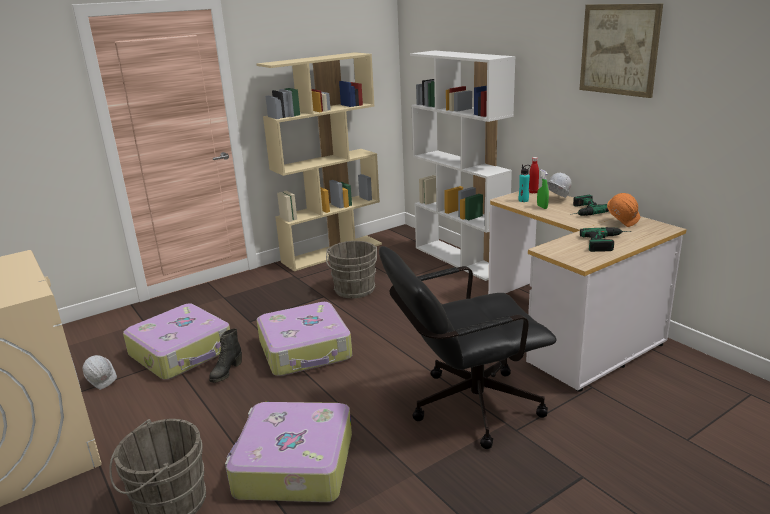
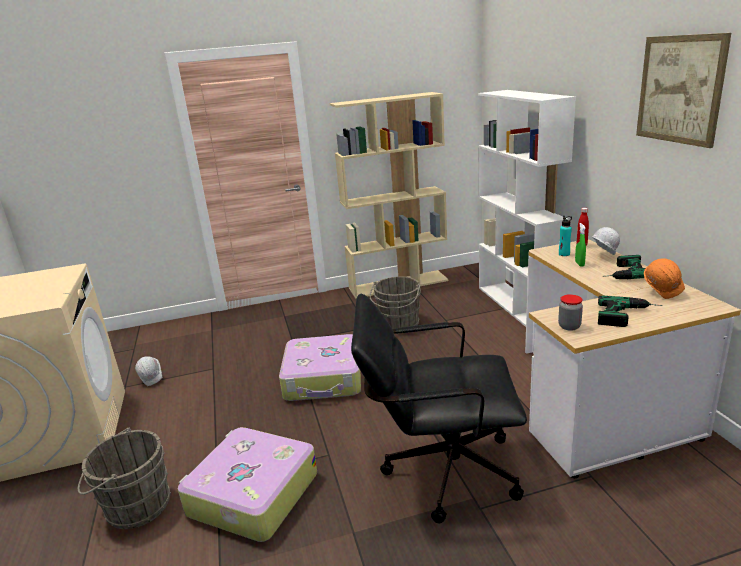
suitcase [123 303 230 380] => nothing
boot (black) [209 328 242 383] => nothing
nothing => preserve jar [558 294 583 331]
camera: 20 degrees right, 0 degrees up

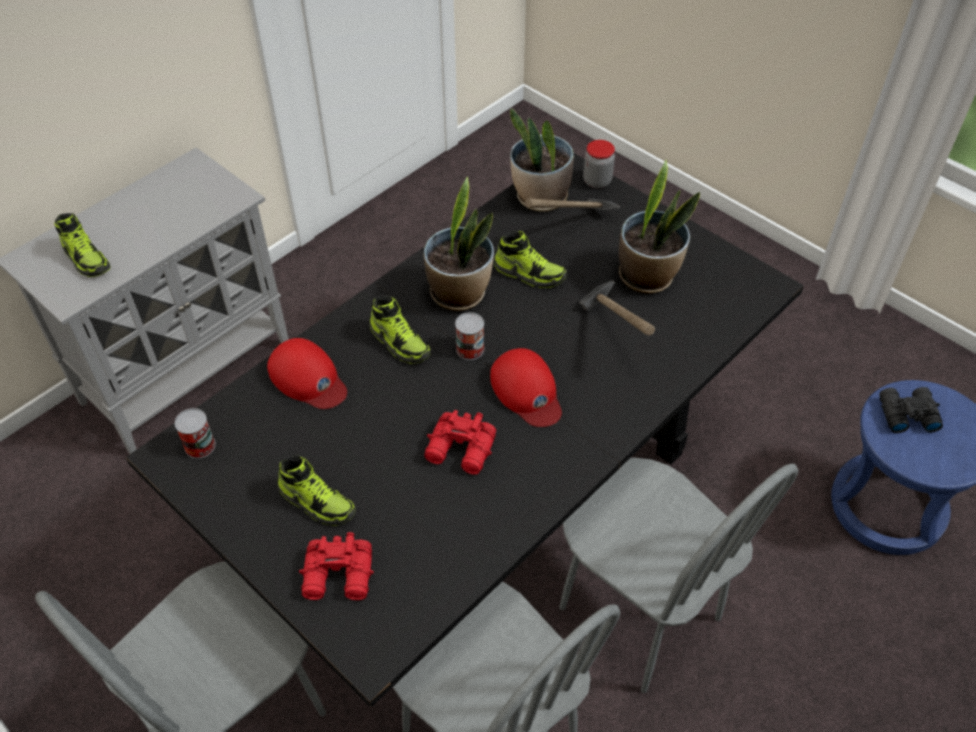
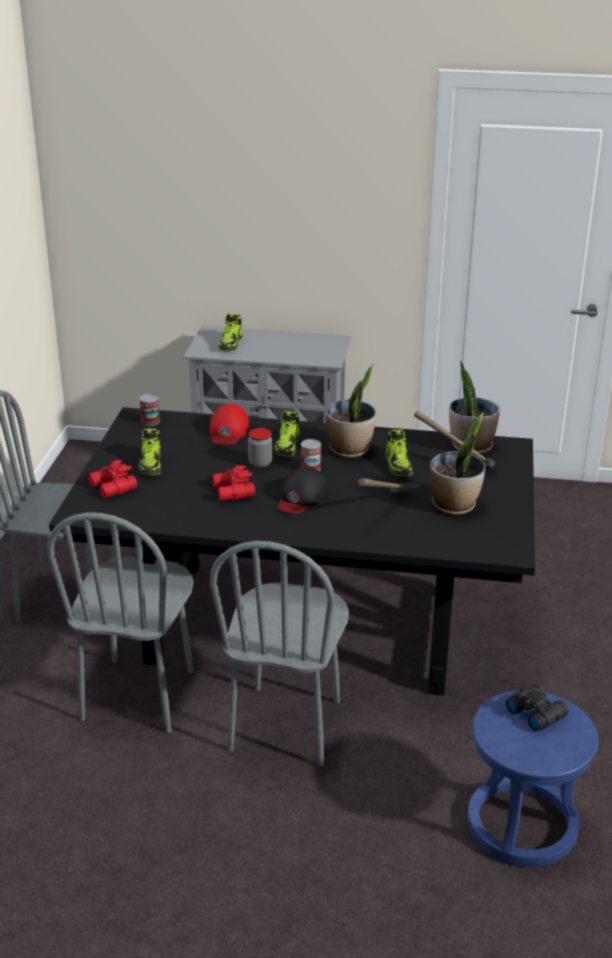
preserve jar [583 140 615 189] => preserve jar [248 428 273 468], moved
baseball cap (red) [490 348 562 427] => baseball cap (black) [277 467 328 513]
camera: 55 degrees right, 20 degrees down

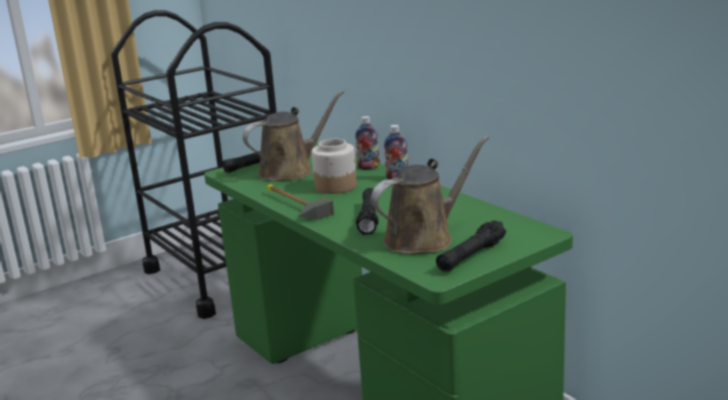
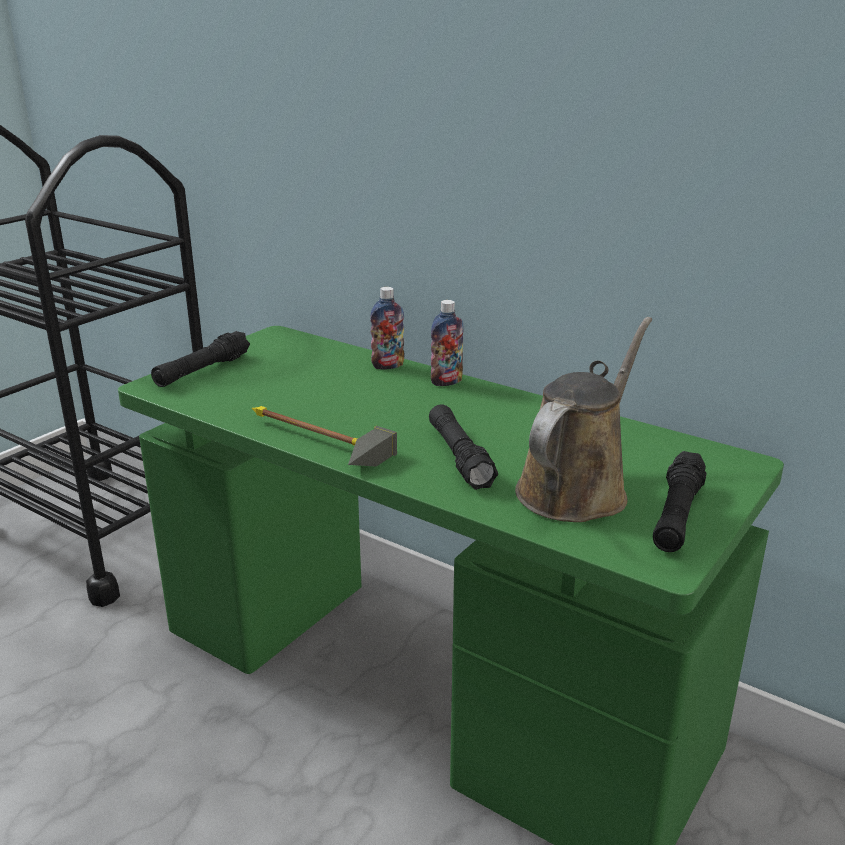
watering can (brown) [243 90 344 181] => nothing
preserve jar [312 139 357 194] => nothing
camera: 20 degrees left, 5 degrees up

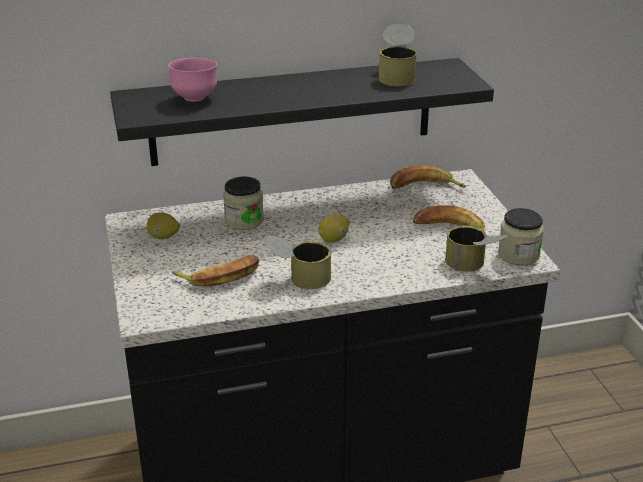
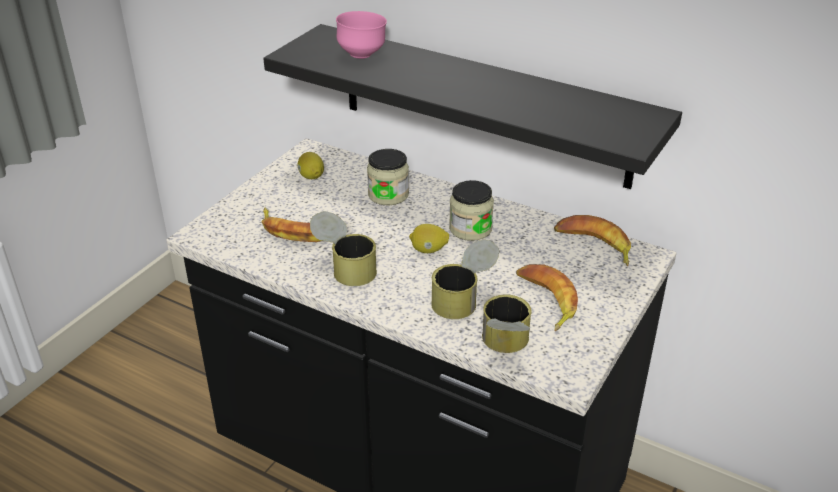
can [379 23 417 86] => can [431 240 499 319], moved
preserve jar [498 208 544 266] => preserve jar [449 180 494 241], moved
camera: 45 degrees right, 5 degrees up

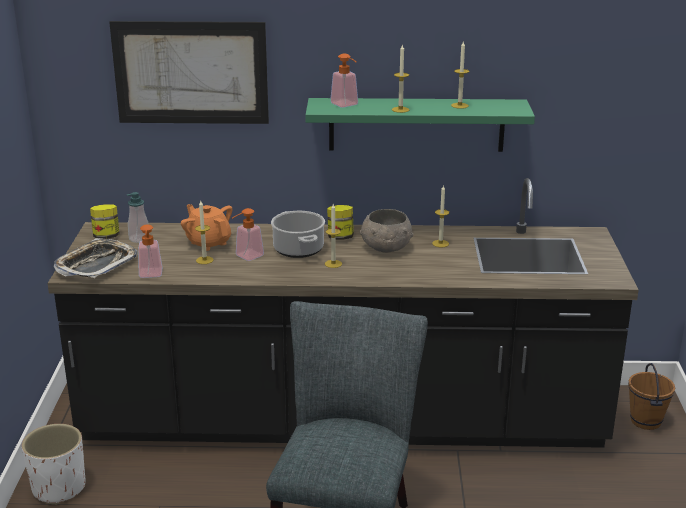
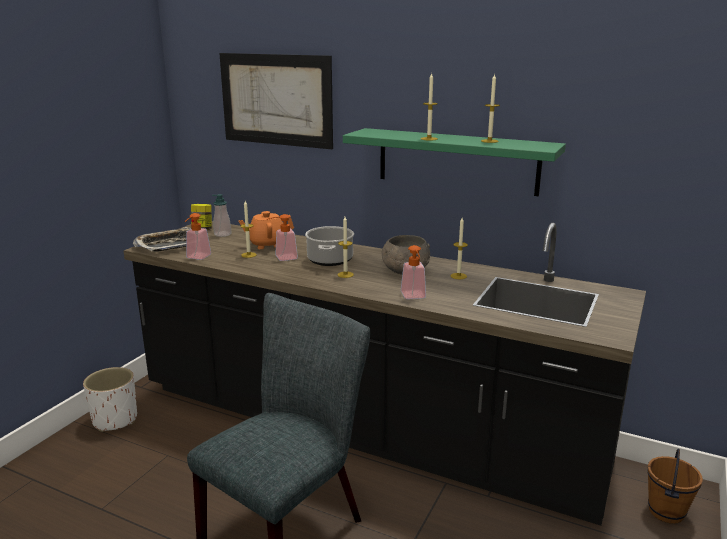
soap bottle [330 53 358 108] => soap bottle [401 245 426 299], moved
tea pot (orange) [181 204 232 251] => tea pot (orange) [238 211 294 249], 90 degrees counterclockwise
preserve jar [327 205 354 240] => nothing
camera: 25 degrees right, 5 degrees down

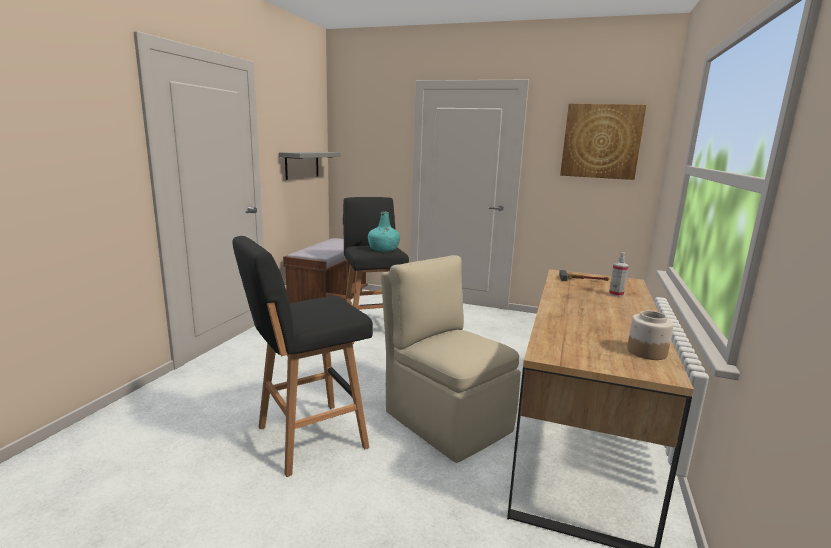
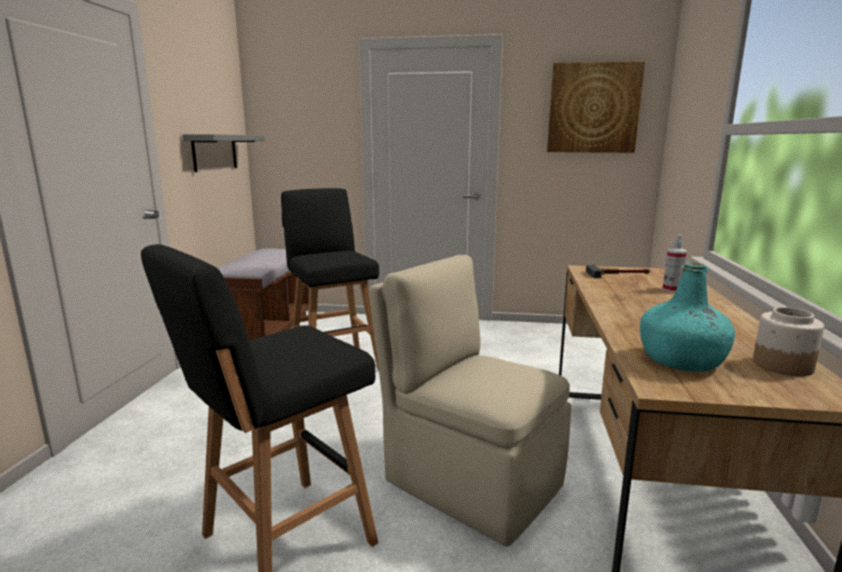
drink bottle (turquoise) [368 212 400 252] => drink bottle (turquoise) [640 262 735 372], moved
camera: 10 degrees left, 0 degrees up

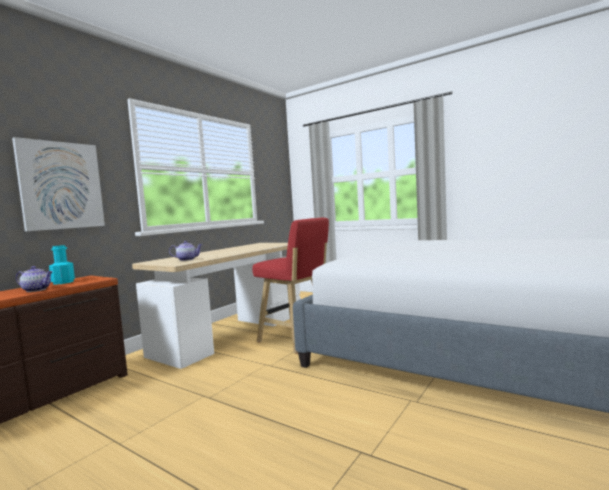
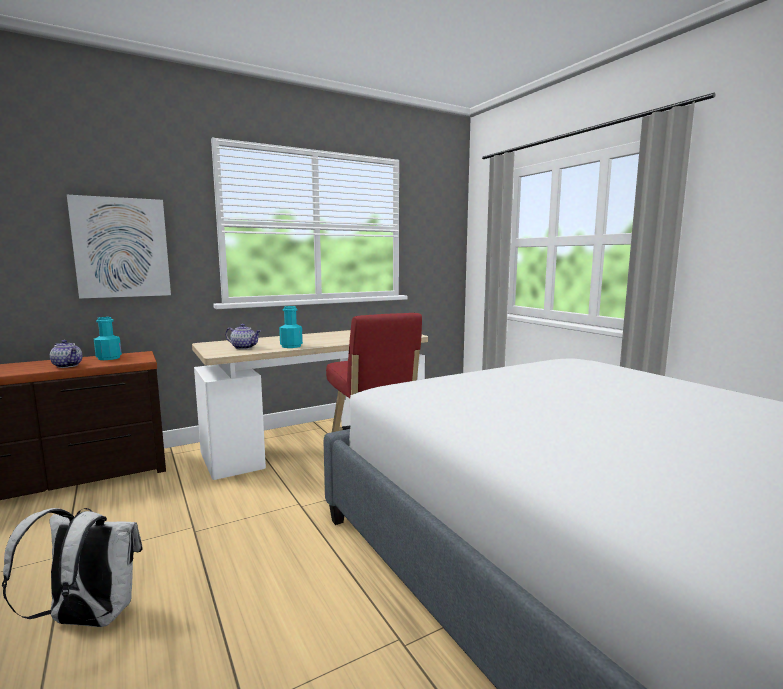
nothing => drink bottle (turquoise) [279 306 303 348]
nothing => knapsack (white-coloured) [2 508 143 627]
camera: 25 degrees right, 5 degrees up

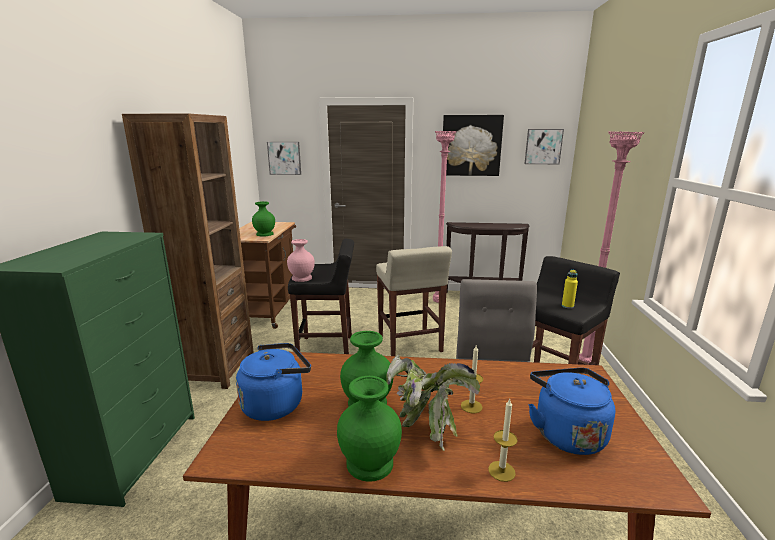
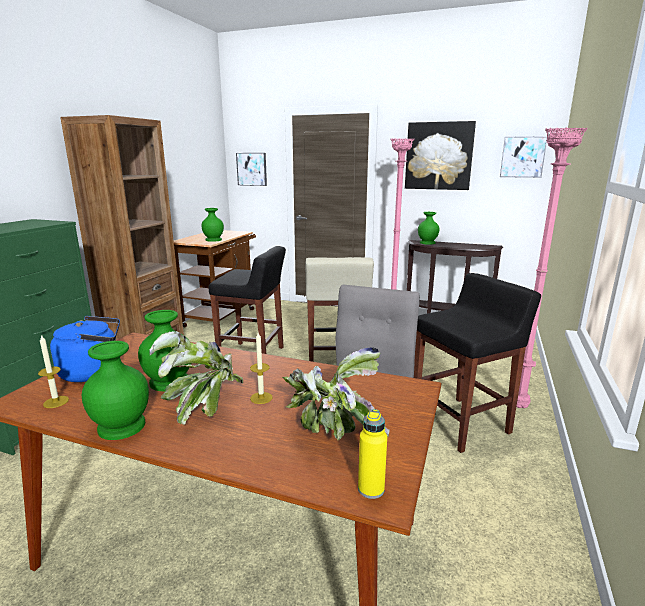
decorative vase (pinkish) [287 239 315 282] => nothing
drink bottle (yellow-coloured) [562 269 578 309] => drink bottle (yellow-coloured) [358 409 387 499], moved
water kettle (blue-coloured) [528 368 615 455] => potted plant [282 347 390 441]
wax light [488 399 518 482] => wax light [38 334 69 408], moved
nothing => decorative vase (greenish) [418 212 439 245]
camera: 15 degrees right, 0 degrees up

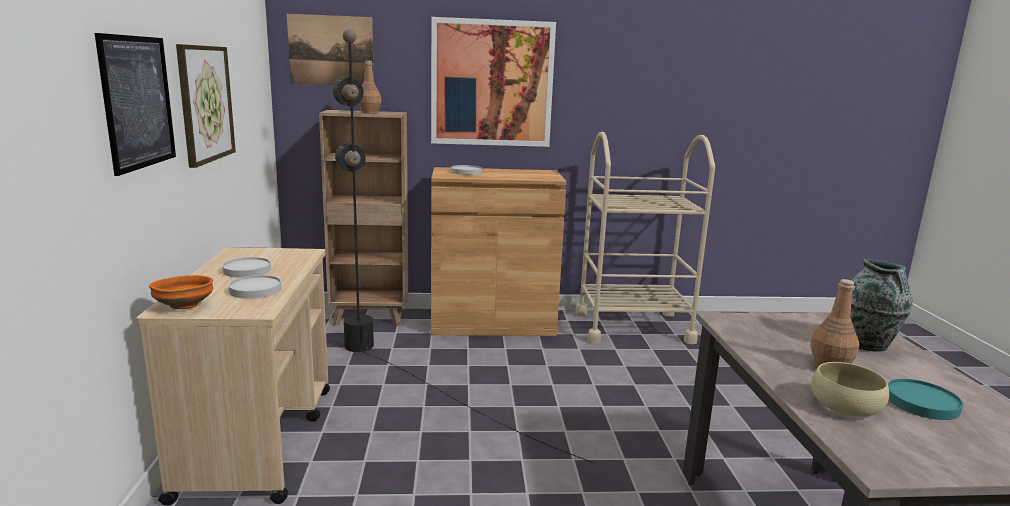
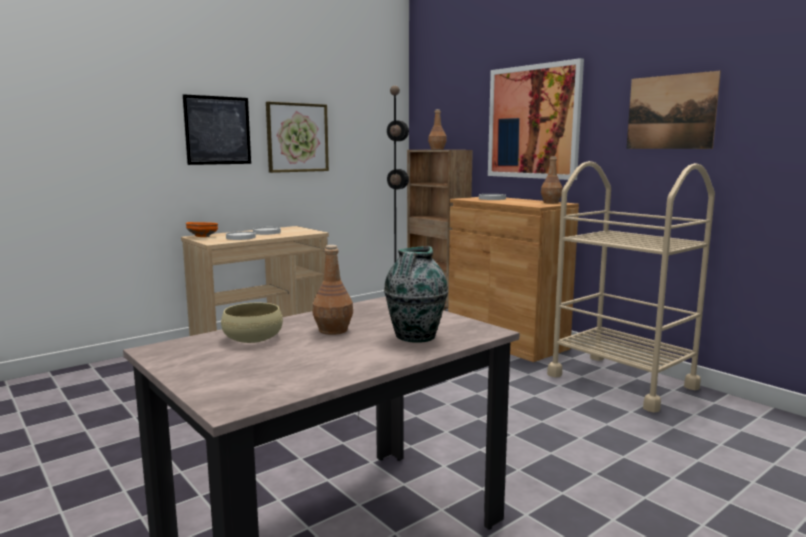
wall picture [287 14 374 85] => wall picture [627 71 721 149], moved
plate (turquoise) [888 379 963 420] => nothing
nothing => drink bottle (brown) [541 157 563 203]
camera: 55 degrees right, 5 degrees down

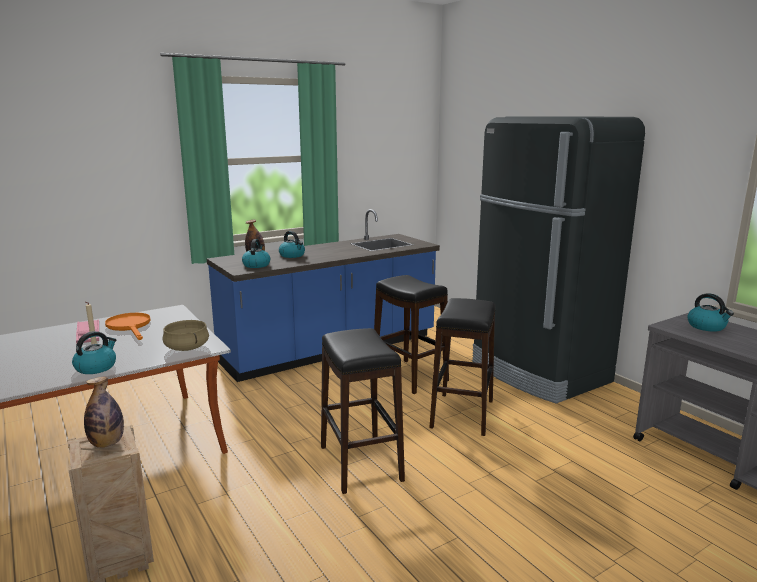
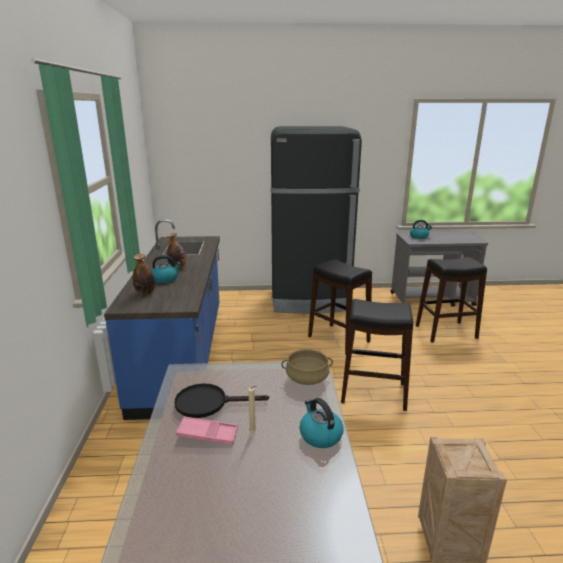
water kettle [242 239 270 268] => nothing
stool (black) [374 275 449 394] => stool (black) [416 257 487 342], moved
frying pan (orange) [105 313 151 340] => frying pan (black) [175 383 269 418]
drink bottle [84 377 124 448] => drink bottle [167 233 186 269], moved
camera: 60 degrees left, 5 degrees up

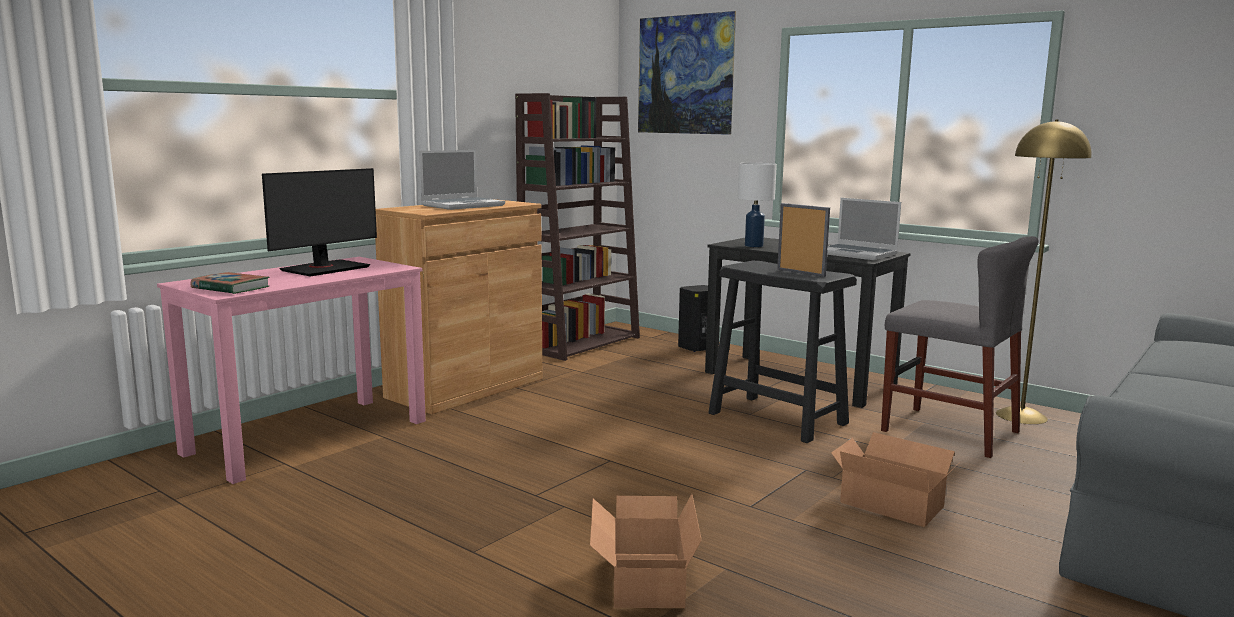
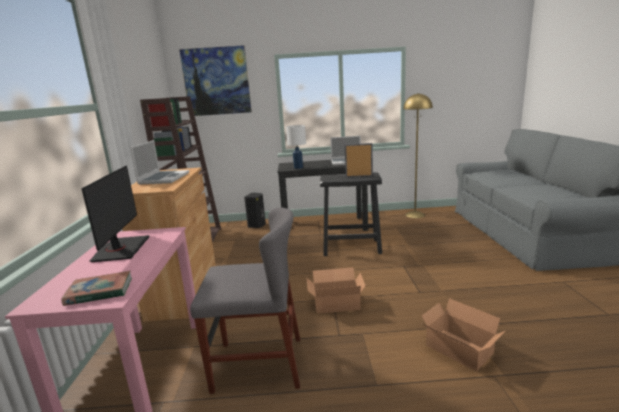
plain chair (grey) [881 236 1039 458] => plain chair (grey) [190 207 300 394], moved
cardboard box [831 432 959 527] => cardboard box [307 267 366 314], moved
camera: 40 degrees left, 5 degrees up

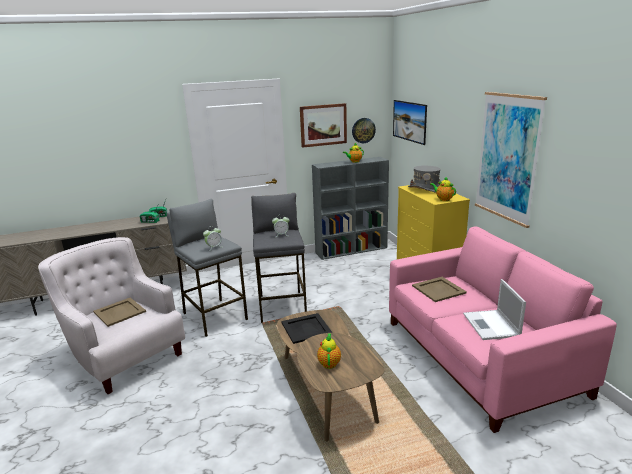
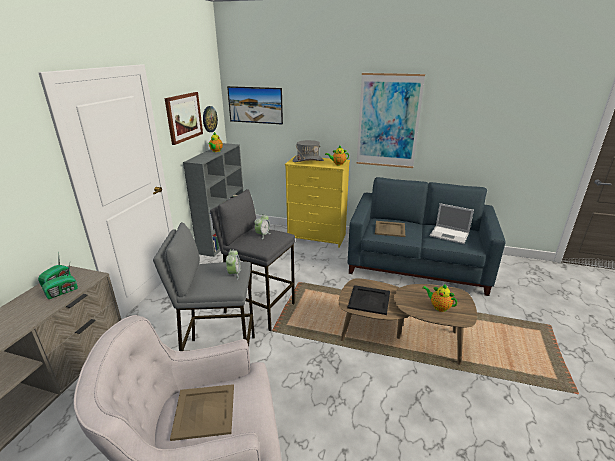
sofa (pinkish) [389 227 617 433] => sofa (blue-coloured) [348 177 506 296]
camera: 55 degrees left, 5 degrees up

